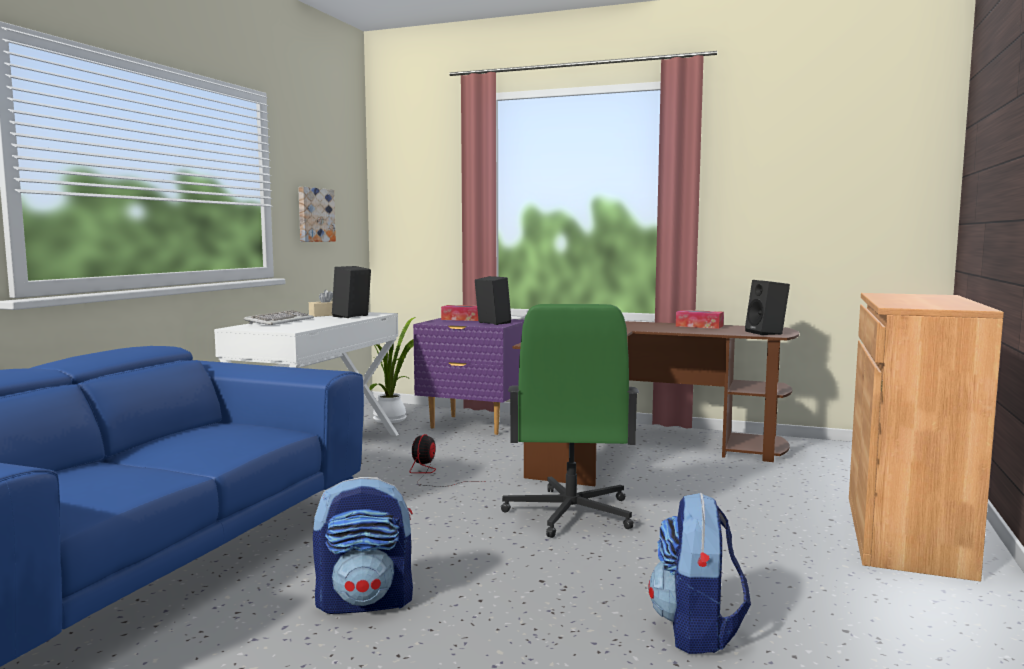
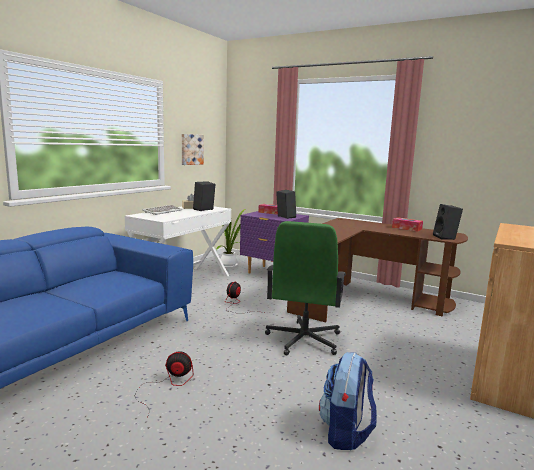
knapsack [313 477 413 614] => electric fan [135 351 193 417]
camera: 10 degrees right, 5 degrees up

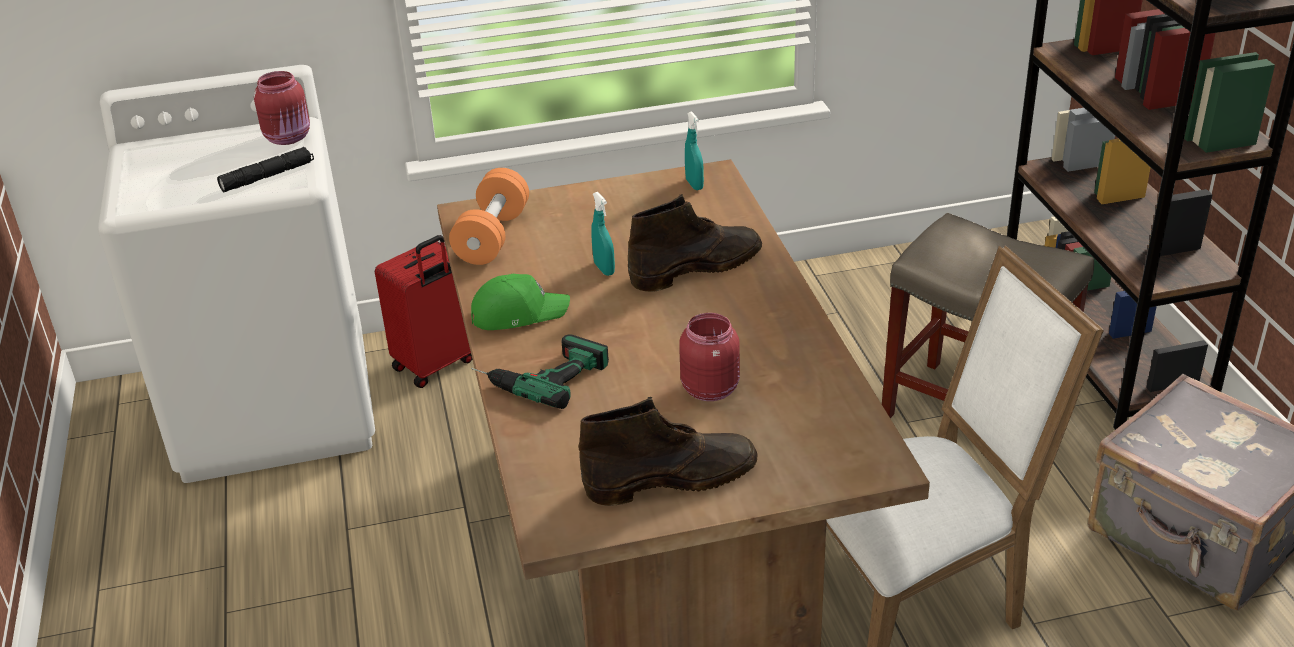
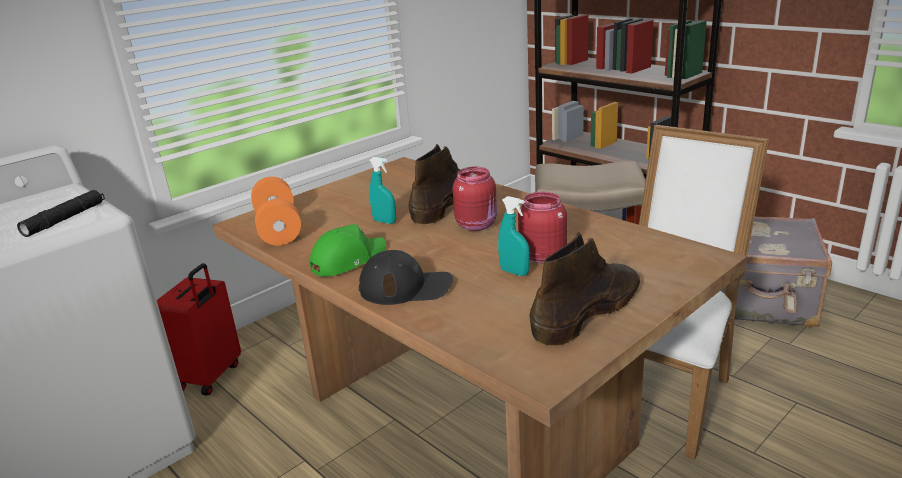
preserve jar (red) [254 71 310 145] => preserve jar (red) [453 167 497 231], moved
hand sprayer (turquoise) [685 111 704 190] => hand sprayer (turquoise) [498 196 530 276], moved
electric drill [471 334 609 409] => baseball cap (black) [359 250 453 305]
camera: 30 degrees left, 10 degrees down

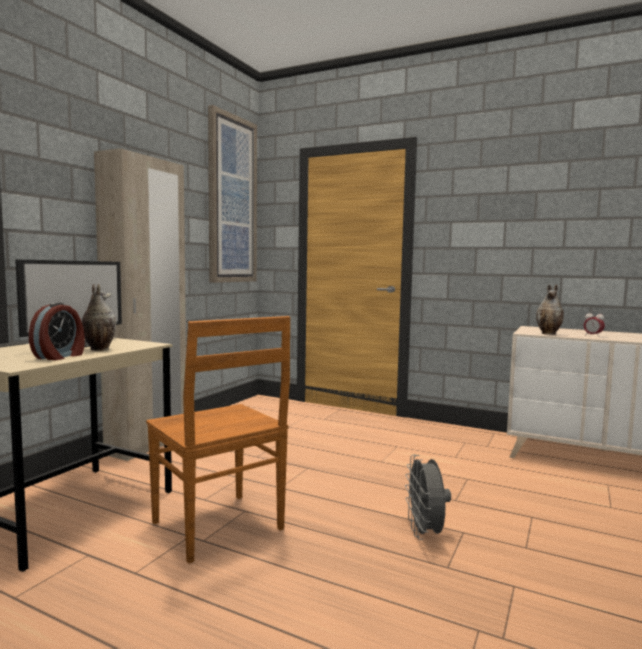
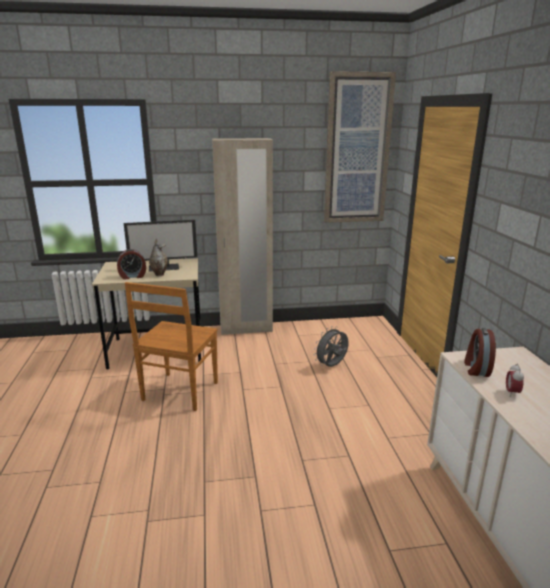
decorative vase [536 284 564 335] => bedside clock [464 328 496 377]
electric fan (grey) [405 454 451 540] => electric fan (grey) [314 326 349 367], moved
camera: 55 degrees right, 15 degrees up

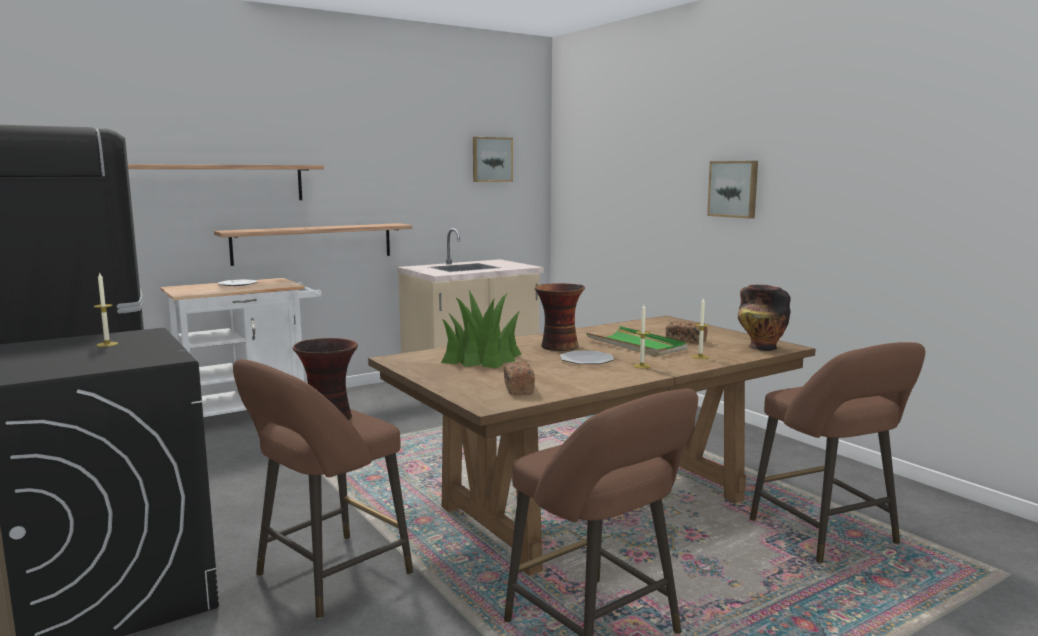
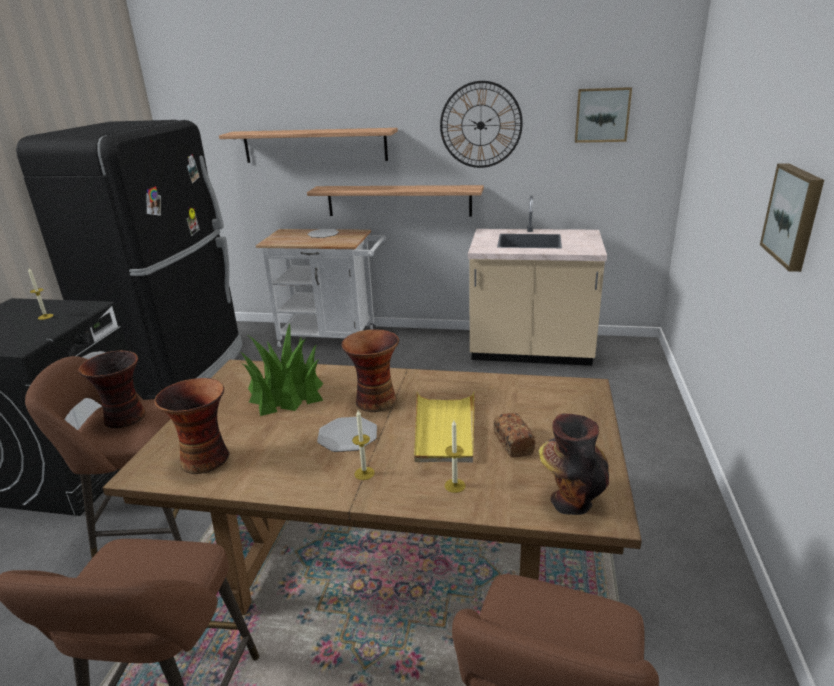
tray (greenish) [586 326 688 357] => tray (yellow-coloured) [414 392 475 462]
bakery bread [504 361 535 395] => decorative vase [154 378 229 474]
nothing => hanging clock [440 81 523 168]
camera: 45 degrees right, 15 degrees up

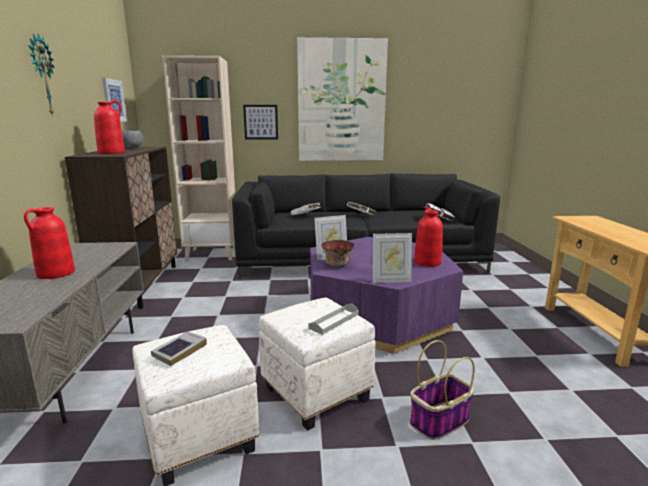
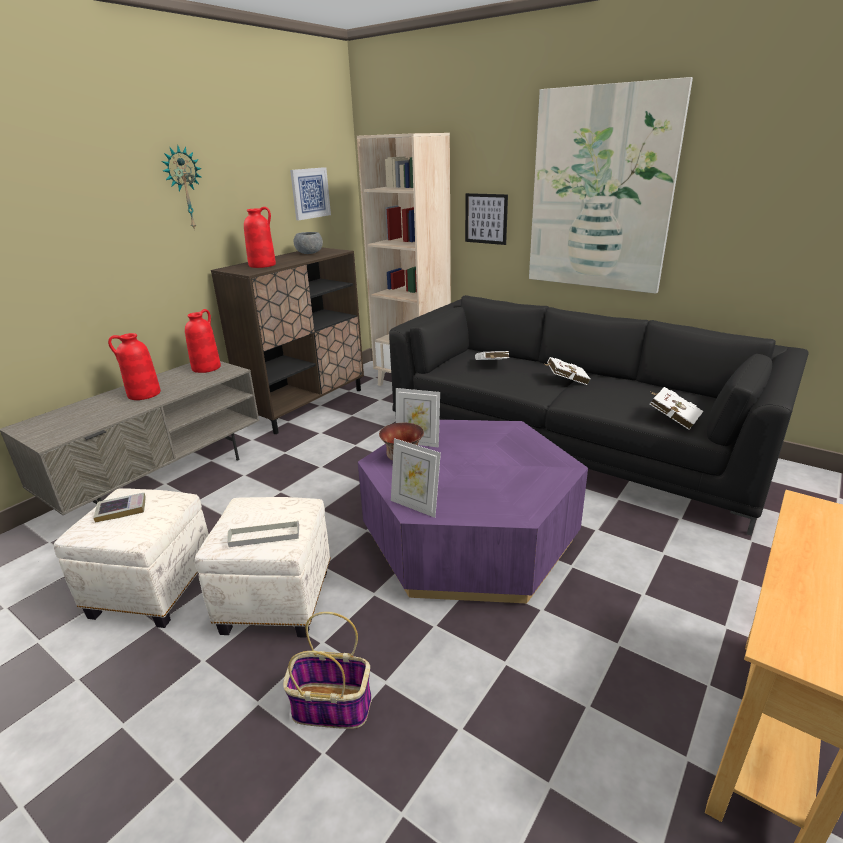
decorative vase (red) [414 207 443 267] => decorative vase (red) [185 309 221 373], moved
camera: 40 degrees right, 10 degrees up

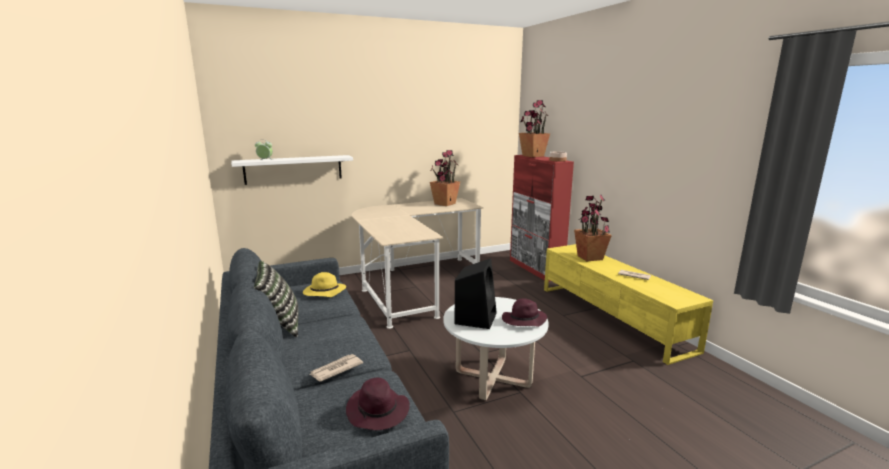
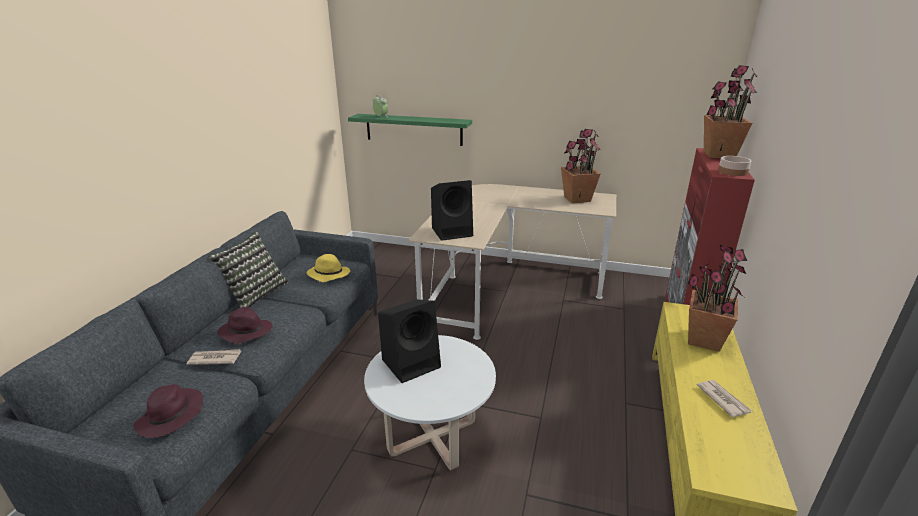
bracket shelf (white-coloured) [231 155 353 185] => bracket shelf (greenish) [348 114 472 146]
wearable hat (purple) [502 298 547 327] => wearable hat (purple) [217 307 273 344], moved
nothing => audio speaker (black) [431 180 473 241]
camera: 40 degrees right, 10 degrees up

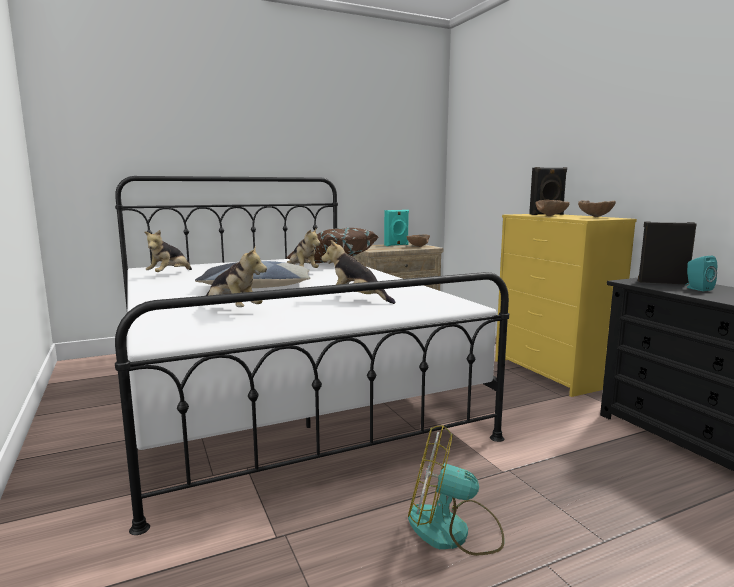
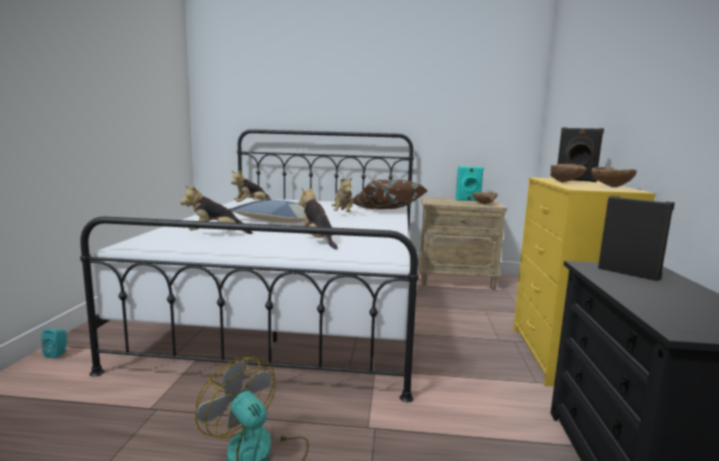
plush toy [206 246 267 307] => plush toy [180 186 253 234], 105 degrees clockwise
audio speaker (turquoise) [685 256 717 291] => audio speaker (turquoise) [41 329 67 359], moved
camera: 30 degrees right, 0 degrees up

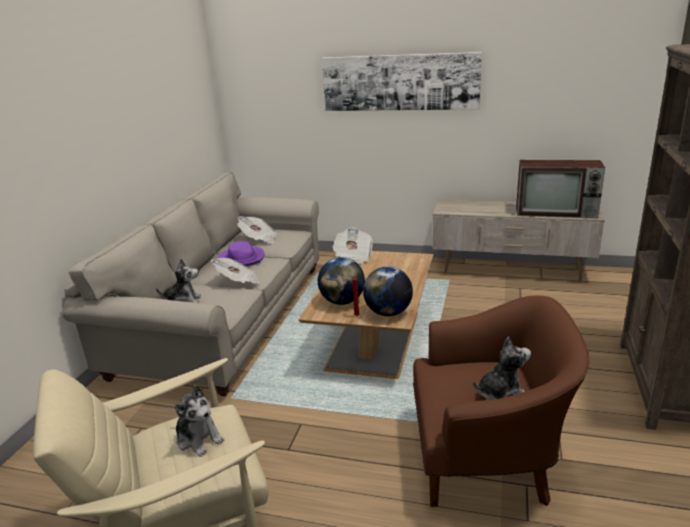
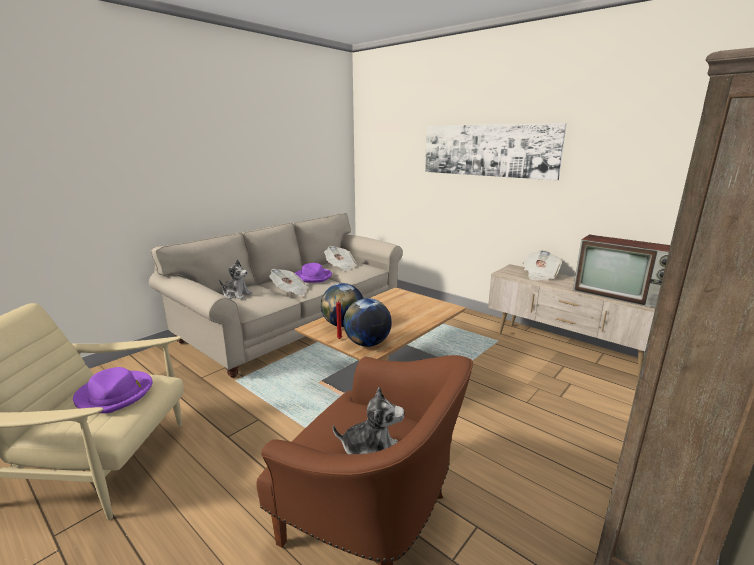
printed paper [332 228 373 264] => printed paper [523 250 562 280], moved
plush toy [174 385 224 457] => wearable hat (purple) [73 367 153 413]
camera: 25 degrees right, 5 degrees down

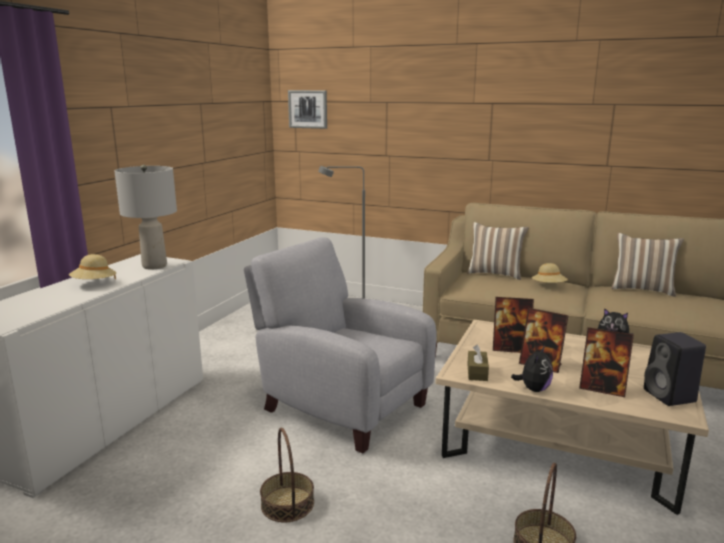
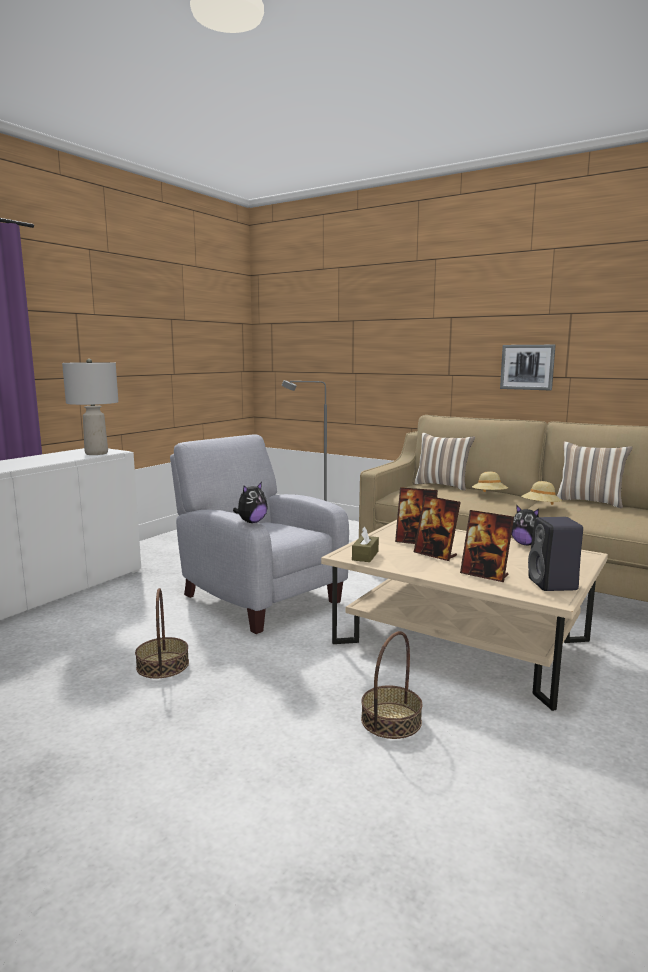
wall picture [288 90 327 129] => wall picture [500 345 556 390], moved
wearable hat (beige-coloured) [69 254 116 279] => wearable hat (beige-coloured) [521 481 562 505], moved
plush toy [511 346 553 392] => plush toy [233 482 268 523], moved
camera: 10 degrees right, 5 degrees down

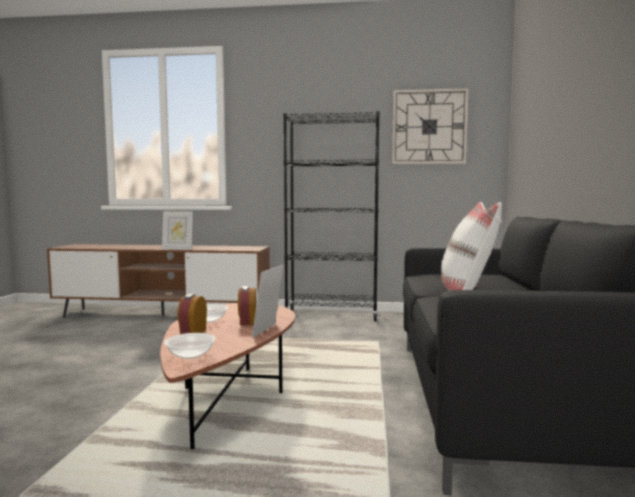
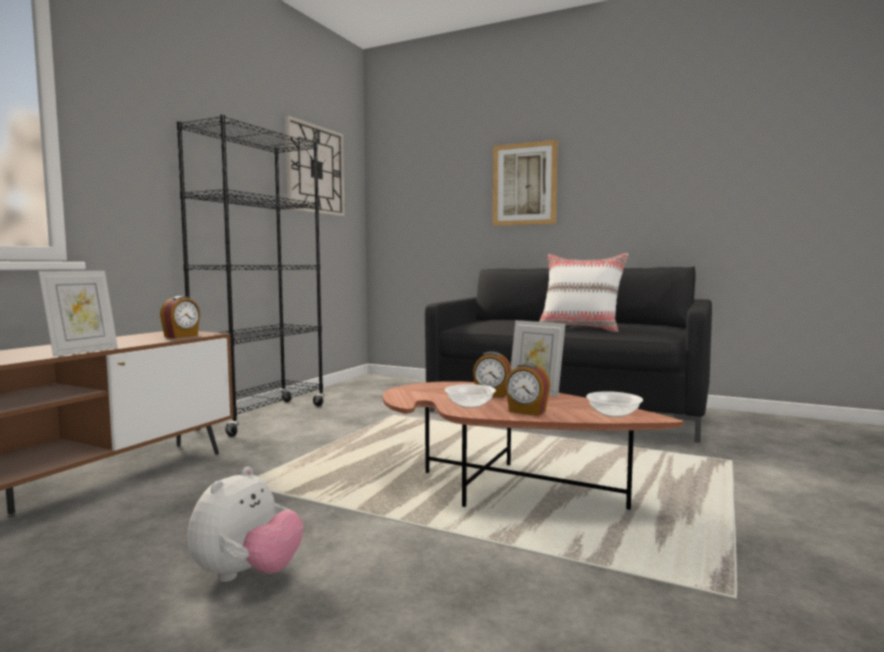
nothing => wall picture [493 140 558 226]
nothing => bedside clock [160 296 200 338]
nothing => plush toy [188 467 304 582]
camera: 70 degrees left, 0 degrees up

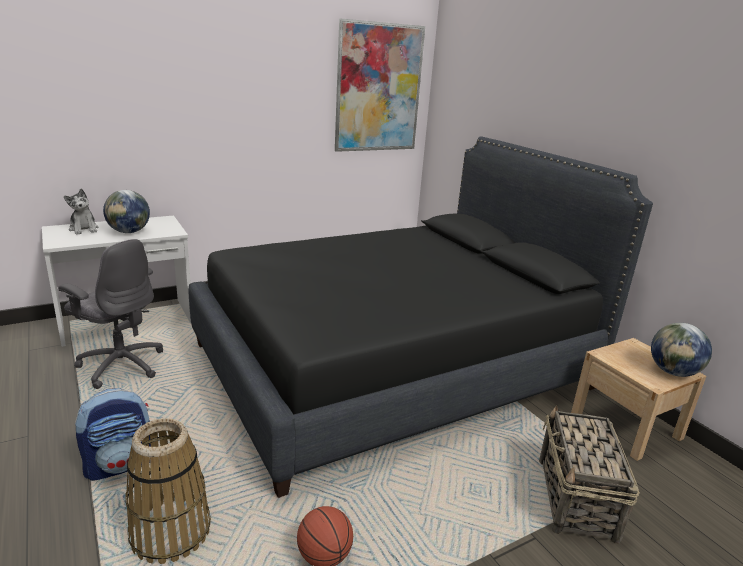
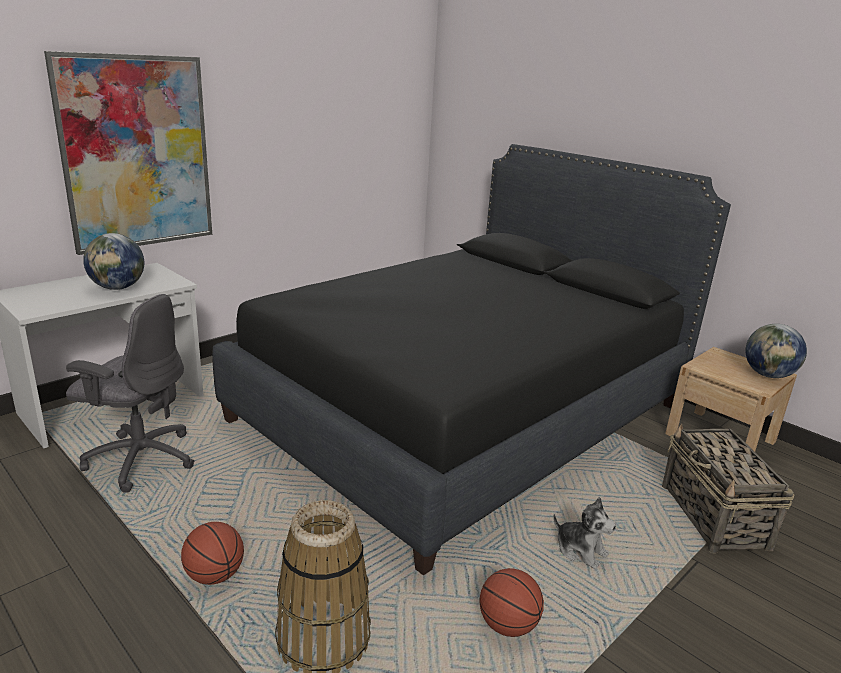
wall picture [335 19 425 152] => wall picture [44 51 212 255], moved
plush toy [64 189 98 235] => plush toy [553 497 616 569], moved
knapsack [75 388 151 481] => basketball [181 522 244 585]
camera: 15 degrees left, 0 degrees up

